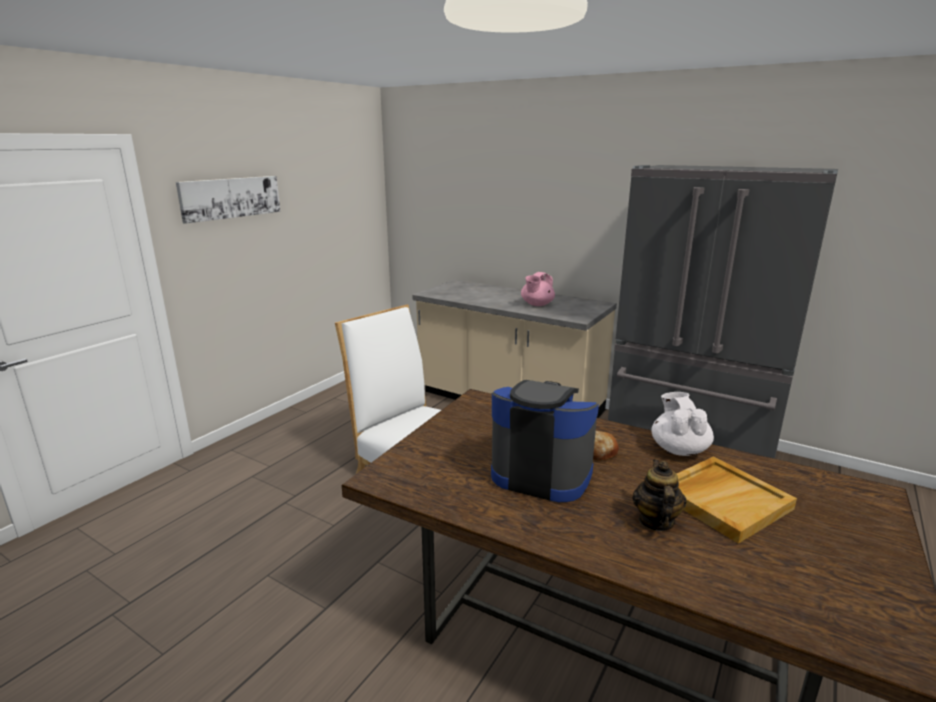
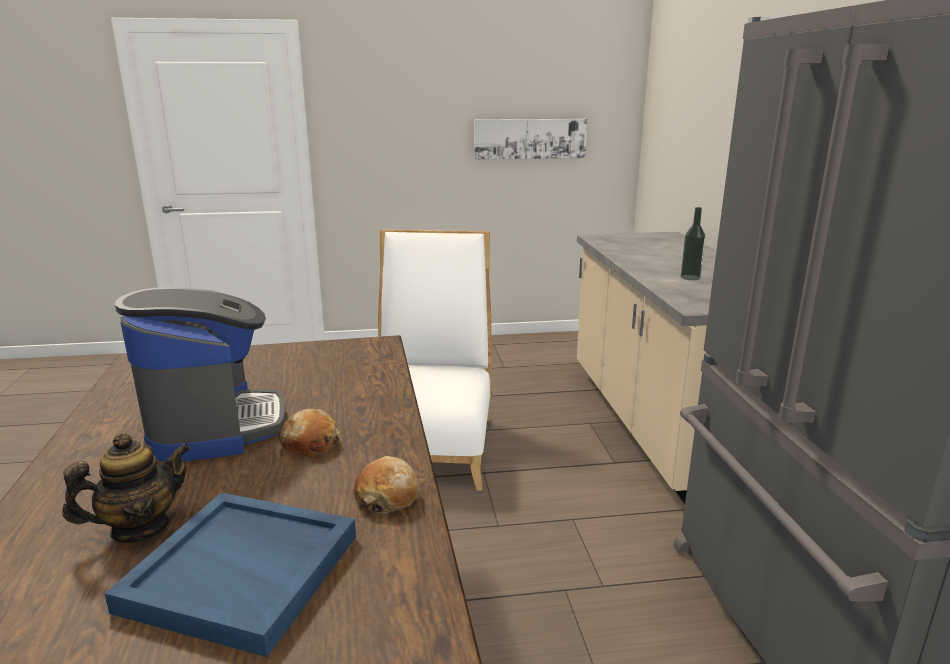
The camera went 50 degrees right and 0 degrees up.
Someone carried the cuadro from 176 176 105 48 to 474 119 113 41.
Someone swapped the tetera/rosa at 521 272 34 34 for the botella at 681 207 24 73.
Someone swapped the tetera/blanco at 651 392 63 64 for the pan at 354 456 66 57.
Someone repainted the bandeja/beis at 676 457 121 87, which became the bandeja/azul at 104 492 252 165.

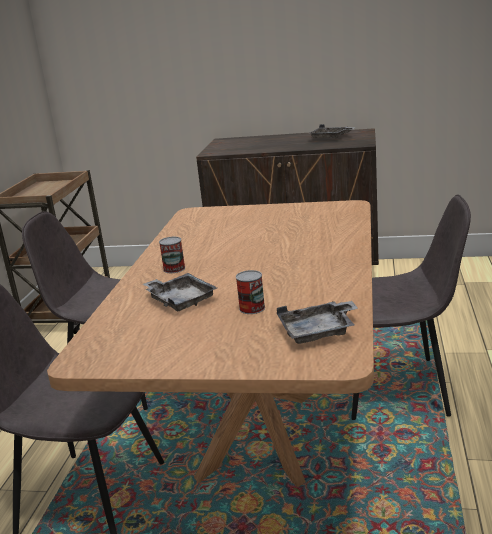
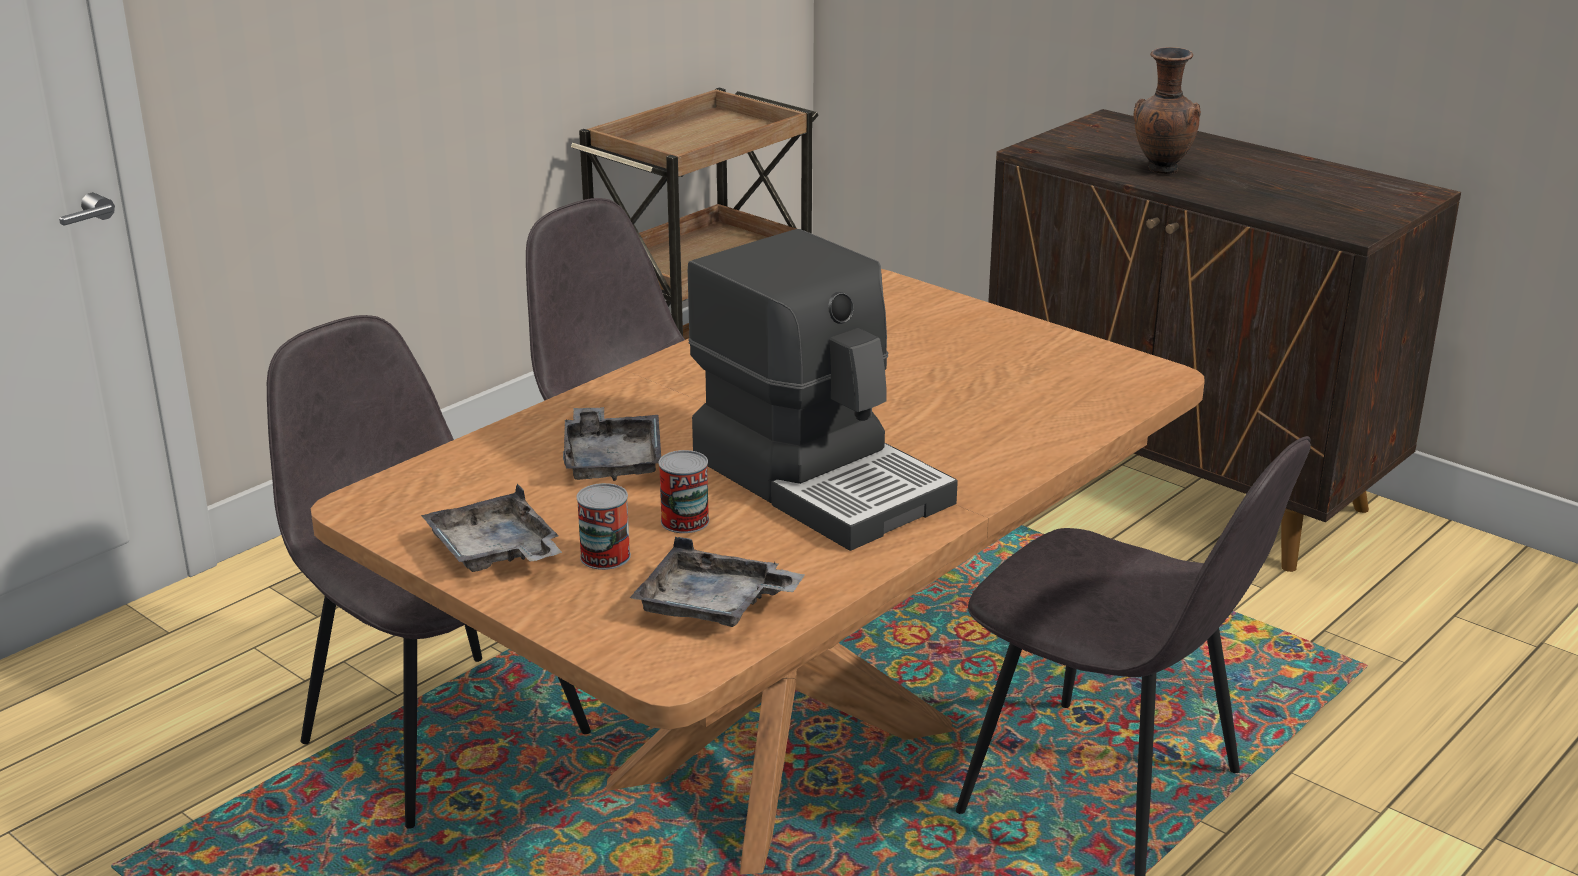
The camera went 30 degrees right and 5 degrees up.
Someone carried the bandeja/gris from 310 124 46 14 to 421 484 141 88.
Someone carried the lata from 159 237 26 36 to 577 483 54 87.
Someone put down the florero/marrón at 1133 47 68 127.
Someone put down the cafetera at 688 229 270 322.

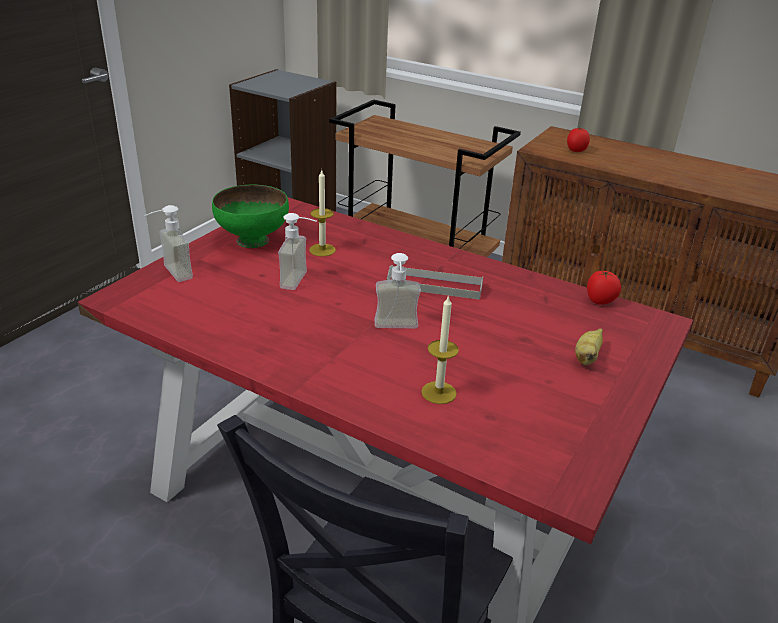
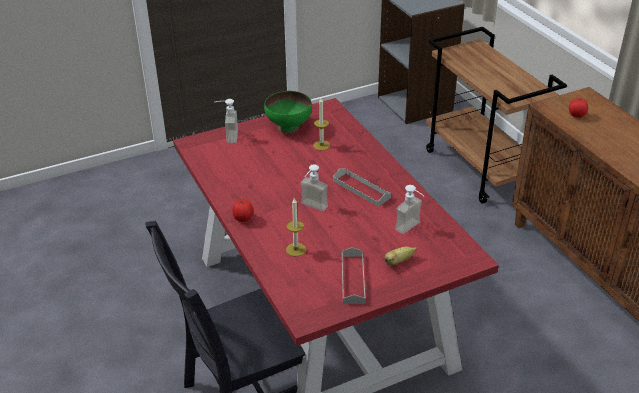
The camera went 35 degrees right and 5 degrees up.
Someone carried the dispensador de jabón from 278 213 39 77 to 395 185 29 49.
Someone carried the tomate from 587 271 34 34 to 232 199 21 23.
Someone put down the bandeja/gris at 342 247 24 57.

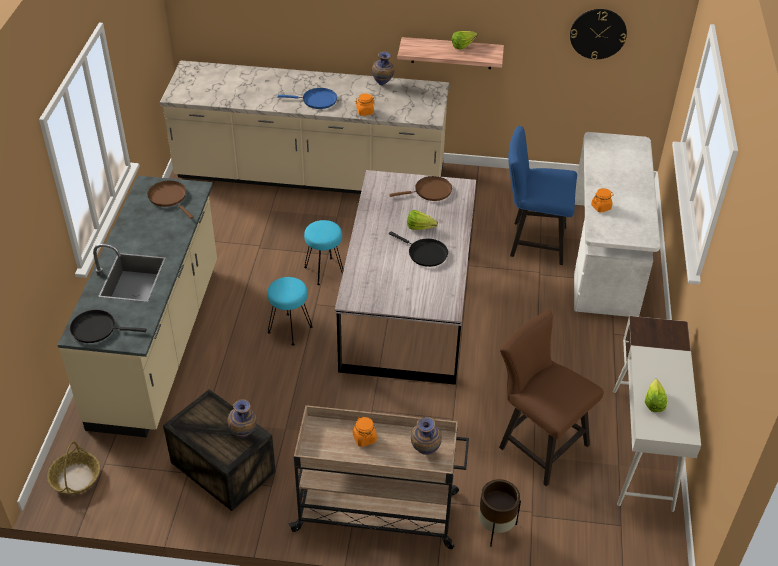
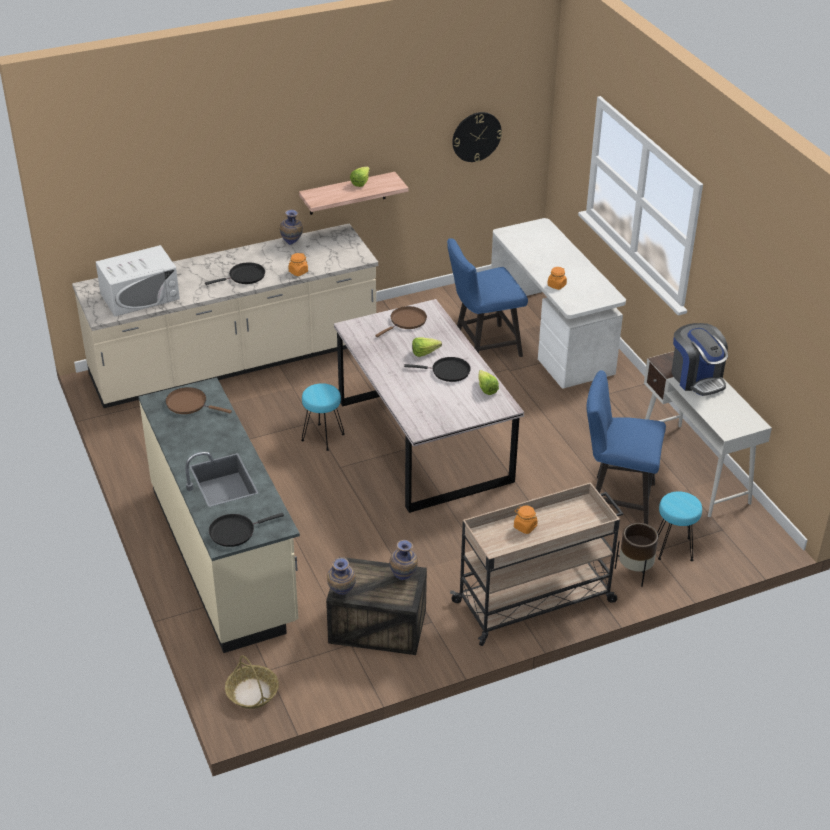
The camera went 30 degrees left and 5 degrees down.
Someone repainted the sartén/azul at 278 88 59 21, which became the sartén/negro at 205 262 60 23.
Someone carried the taburete/turquesa from 267 277 46 69 to 657 491 45 70.
Someone repainted the silla/marrón at 499 310 105 177, which became the silla/azul at 586 370 80 154.
Someone carried the lechuga from 645 379 22 33 to 479 370 20 25.
Someone carried the florero from 411 417 31 38 to 327 557 29 38.
Someone put down the microondas/blanco at 96 245 84 72.
Someone put down the cafetera at 672 323 56 73.

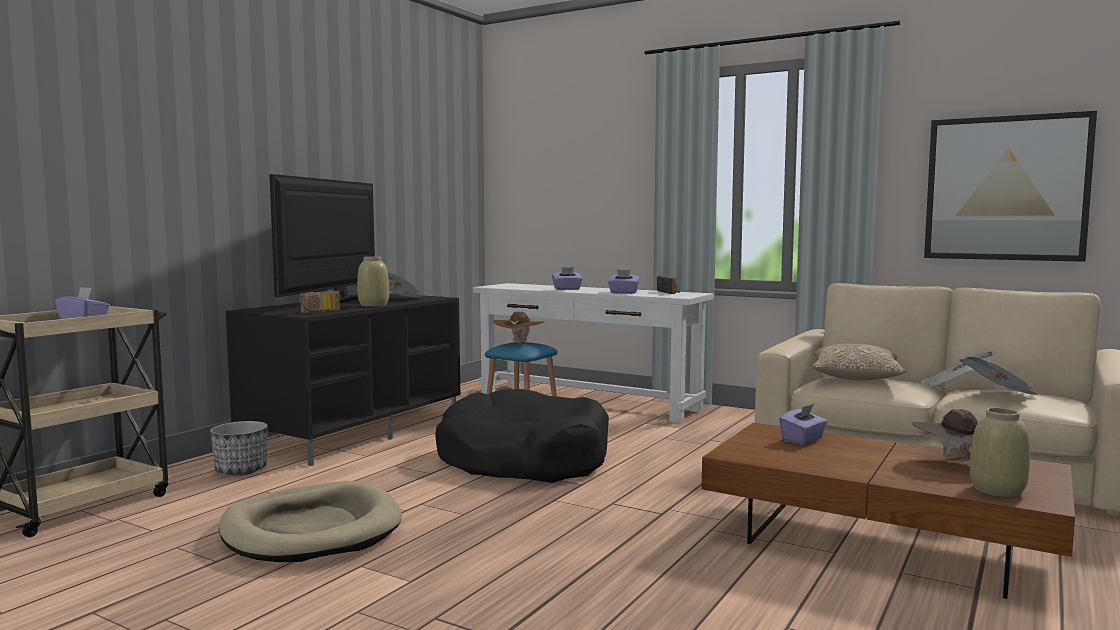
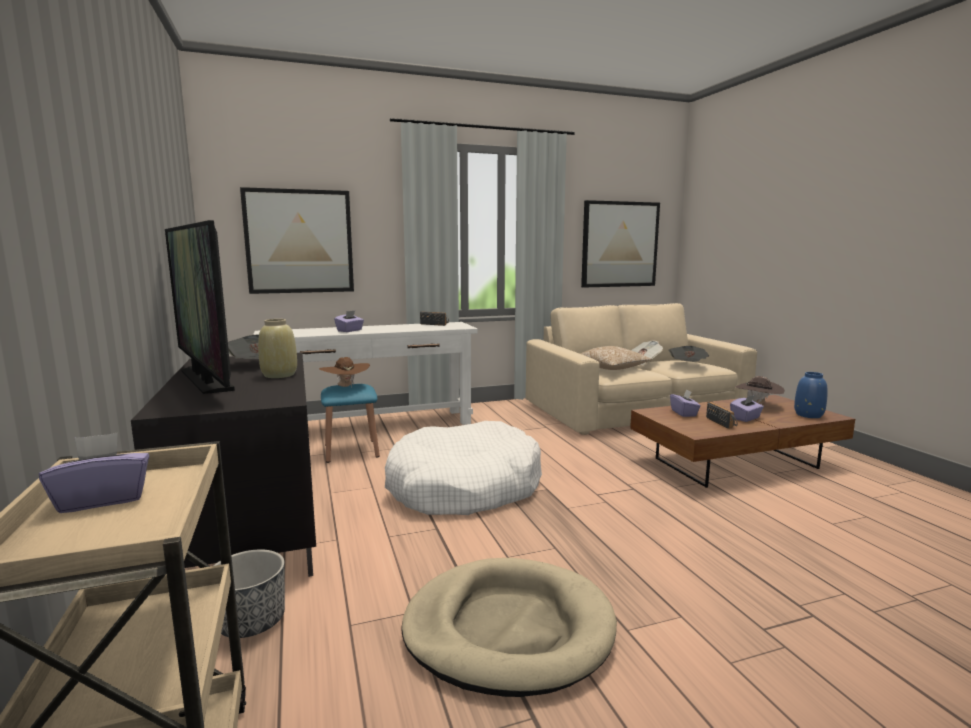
The camera went 50 degrees left and 5 degrees up.
Someone carried the caja de pañuelos/morado from 608 270 32 24 to 730 395 34 27.
Someone carried the radio from 299 291 41 22 to 706 402 32 26.
Someone repainted the cama para perro/negro at 435 389 174 94, which became the cama para perro/blanco at 385 421 157 94.
Someone repainted the florero/beis at 970 408 60 89, which became the florero/azul at 794 372 34 46.
Someone put up the cuadro at 240 187 114 107.

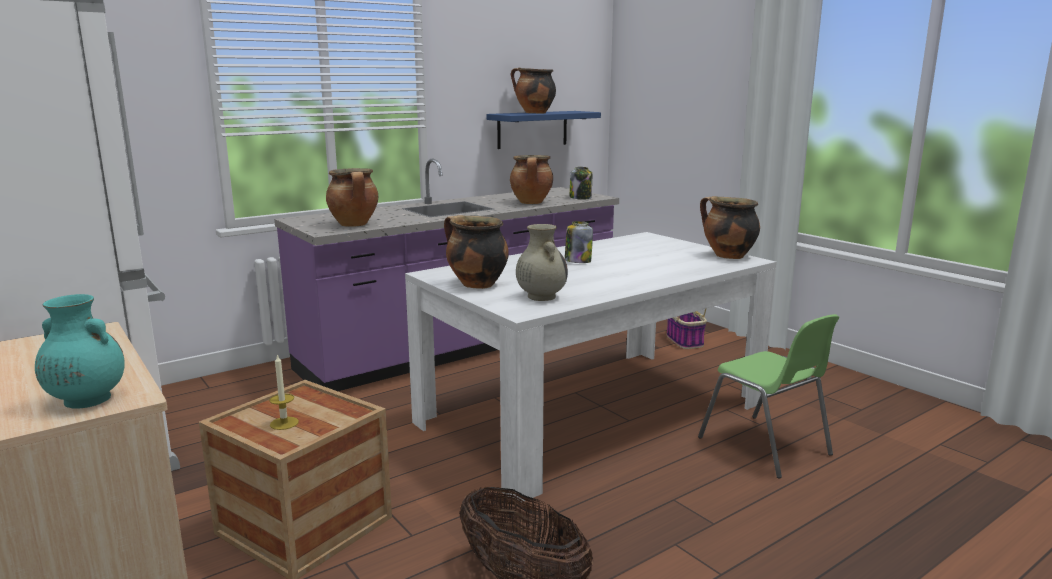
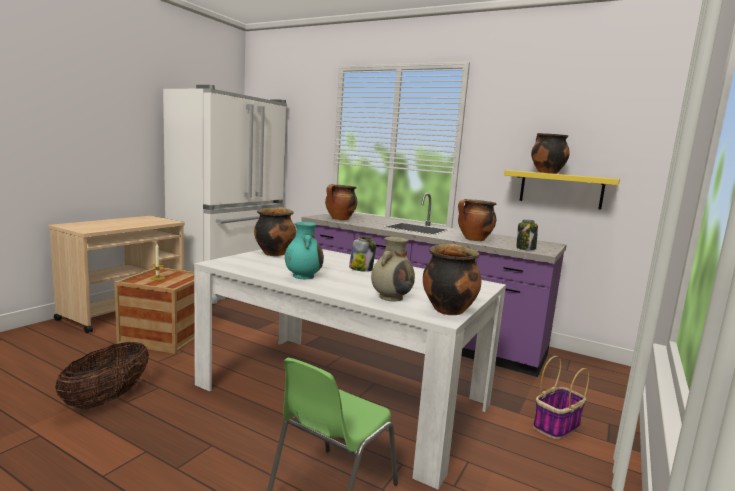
The camera went 65 degrees right and 5 degrees down.
Someone repainted the estante/azul at 486 111 115 38, which became the estante/amarillo at 504 170 116 39.
Someone carried the florero/beis from 516 224 52 77 to 371 237 44 64.
Someone carried the florero/turquesa from 35 294 90 115 to 285 222 39 57.

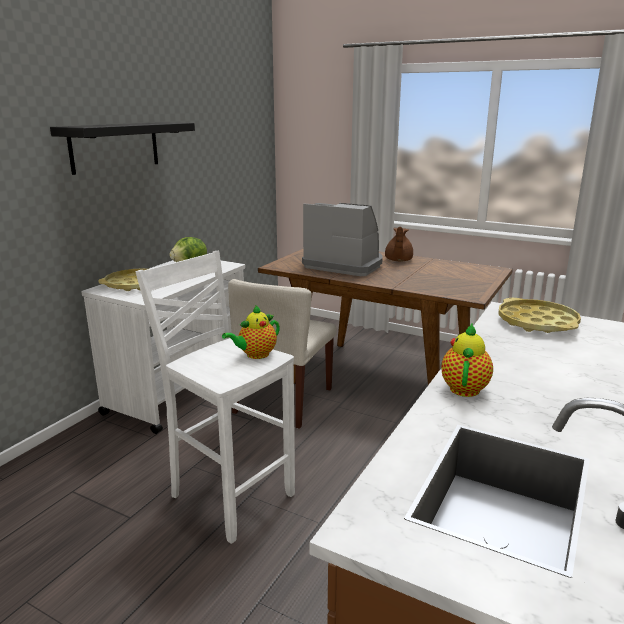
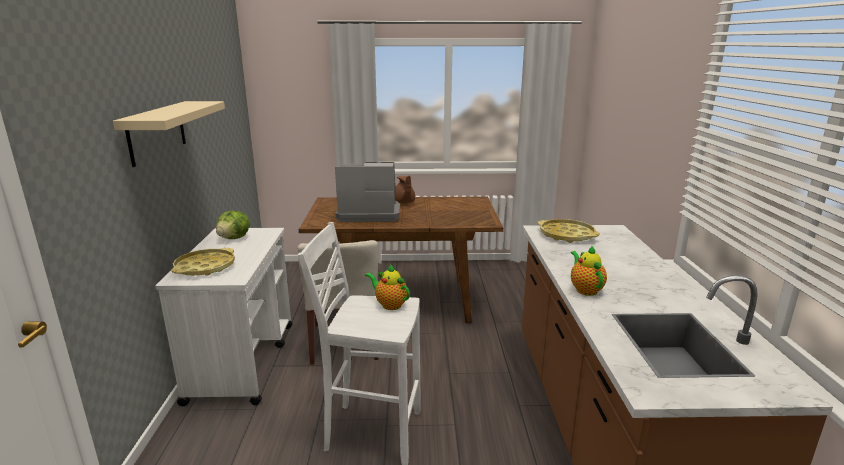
The camera went 30 degrees left and 0 degrees up.
Someone repainted the estante/negro at 50 122 145 53, which became the estante/beis at 113 101 112 66.
Someone rotated the tetera at 222 305 58 54 by 105 degrees clockwise.

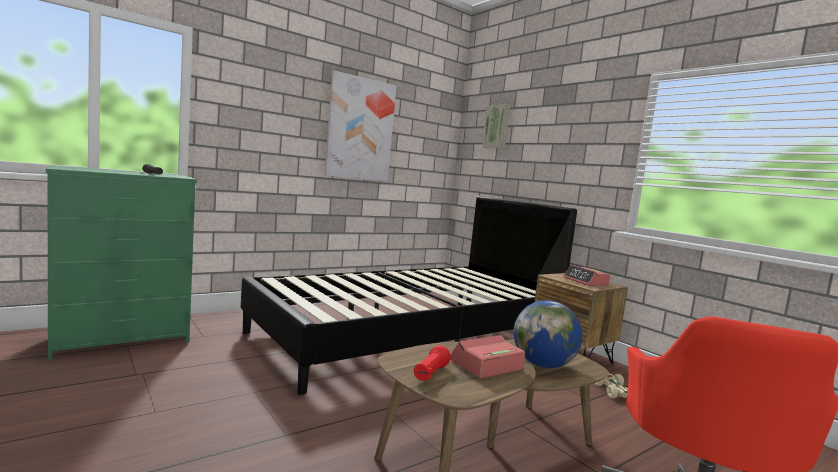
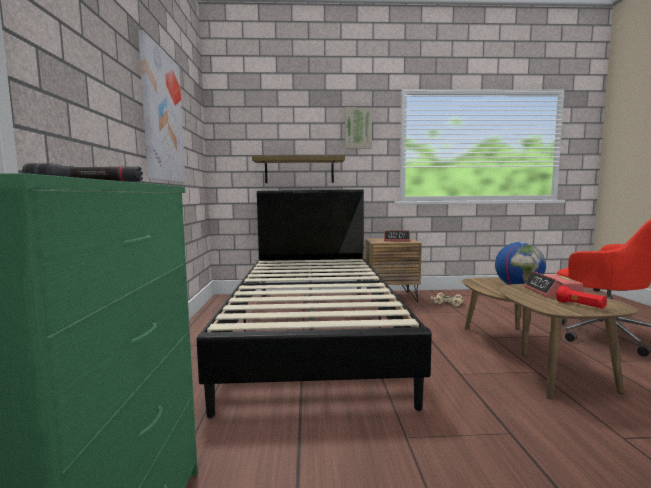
The camera went 55 degrees left and 0 degrees up.
Someone carried the cuadro from 482 104 28 45 to 345 108 27 41.
Someone put up the estante at 252 156 93 27.

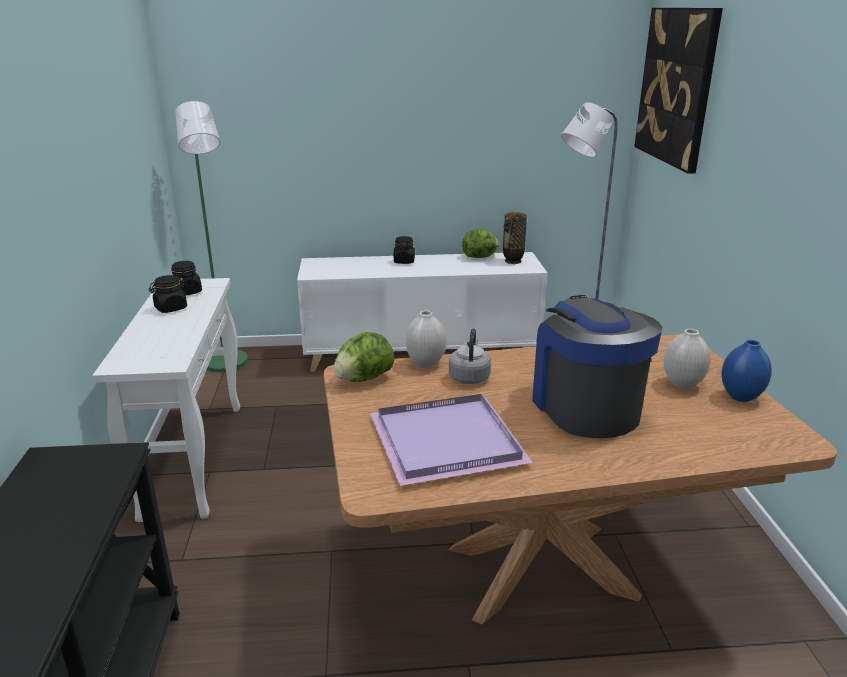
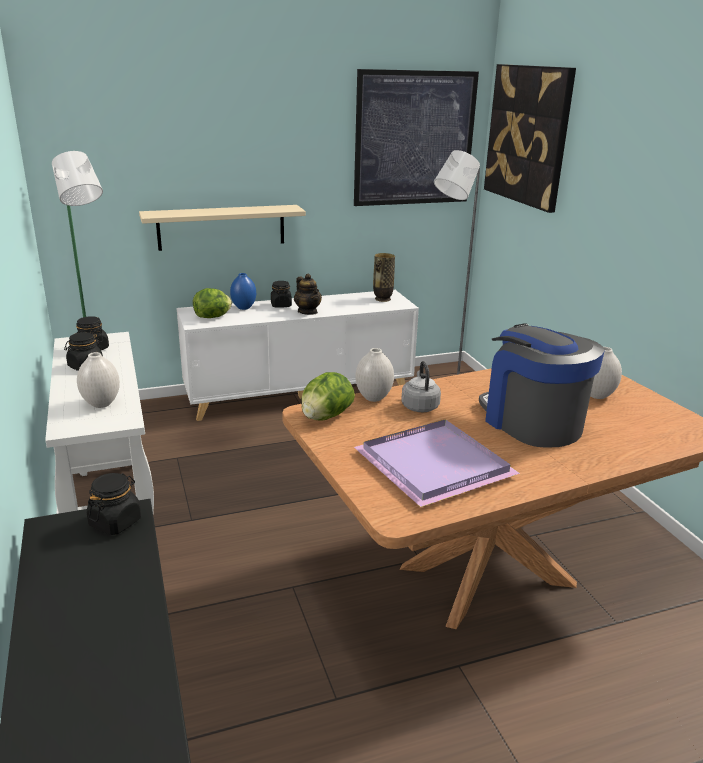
The camera went 15 degrees left and 0 degrees up.
Someone carried the lechuga from 462 229 37 29 to 193 288 39 30.
Someone carried the florero/azul from 722 340 50 62 to 230 273 26 37.
Someone put up the cuadro at 354 69 125 137.
Someone put up the estante/beis at 139 205 167 46.
Someone put down the tetera at 294 274 28 41.
Someone put down the florero/blanco at 77 352 43 56.
Someone put down the tarro/negro at 87 473 54 62.

